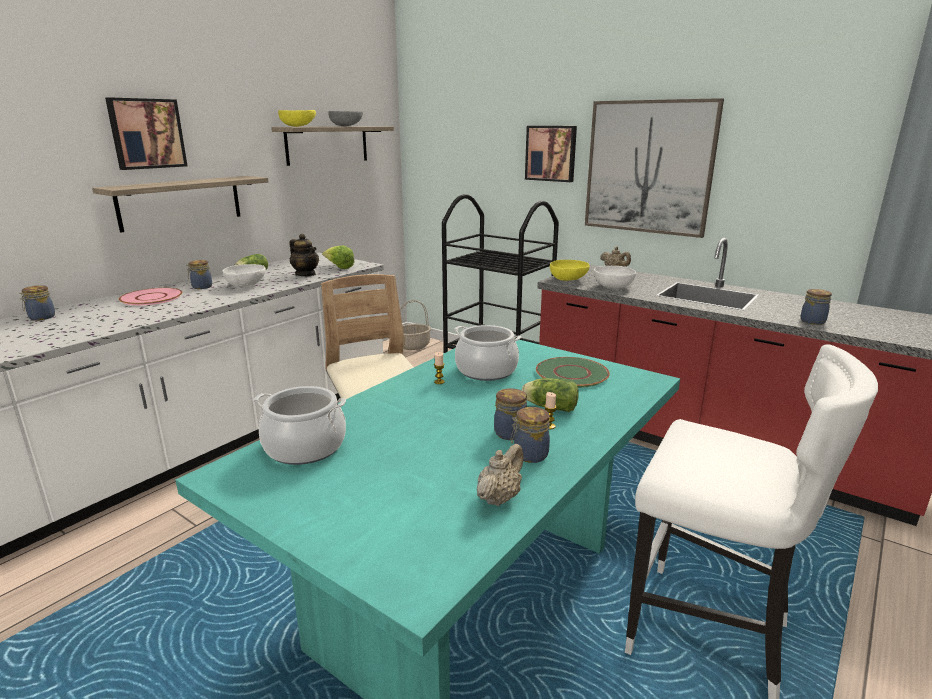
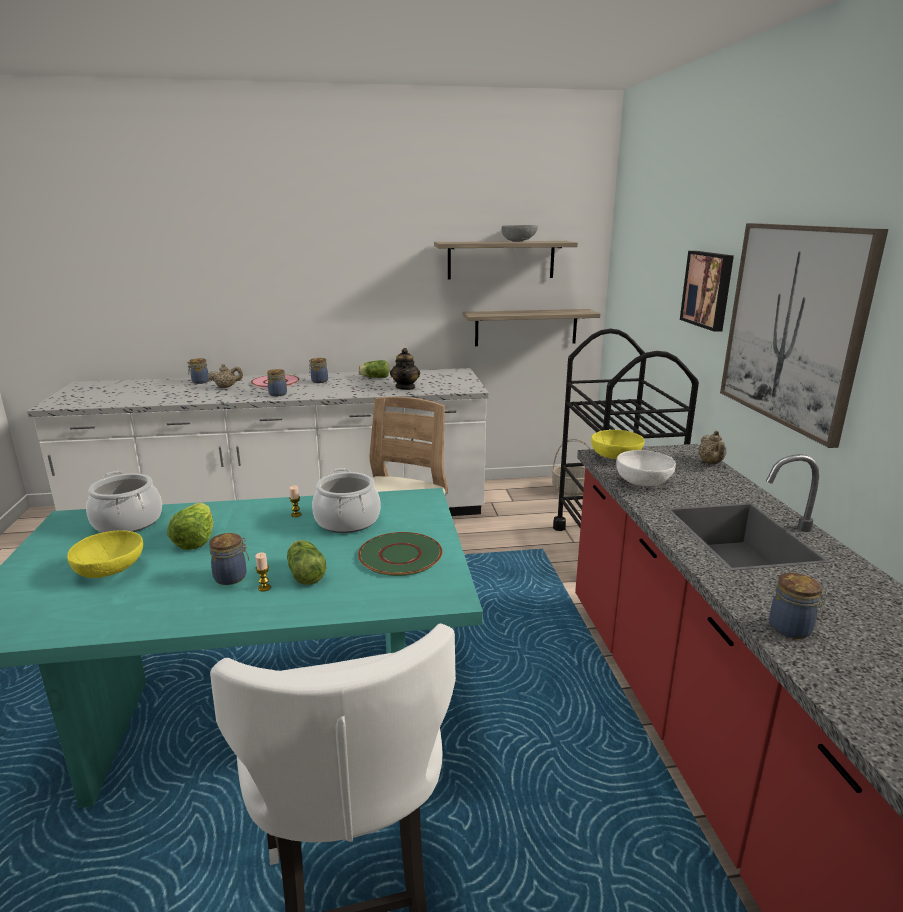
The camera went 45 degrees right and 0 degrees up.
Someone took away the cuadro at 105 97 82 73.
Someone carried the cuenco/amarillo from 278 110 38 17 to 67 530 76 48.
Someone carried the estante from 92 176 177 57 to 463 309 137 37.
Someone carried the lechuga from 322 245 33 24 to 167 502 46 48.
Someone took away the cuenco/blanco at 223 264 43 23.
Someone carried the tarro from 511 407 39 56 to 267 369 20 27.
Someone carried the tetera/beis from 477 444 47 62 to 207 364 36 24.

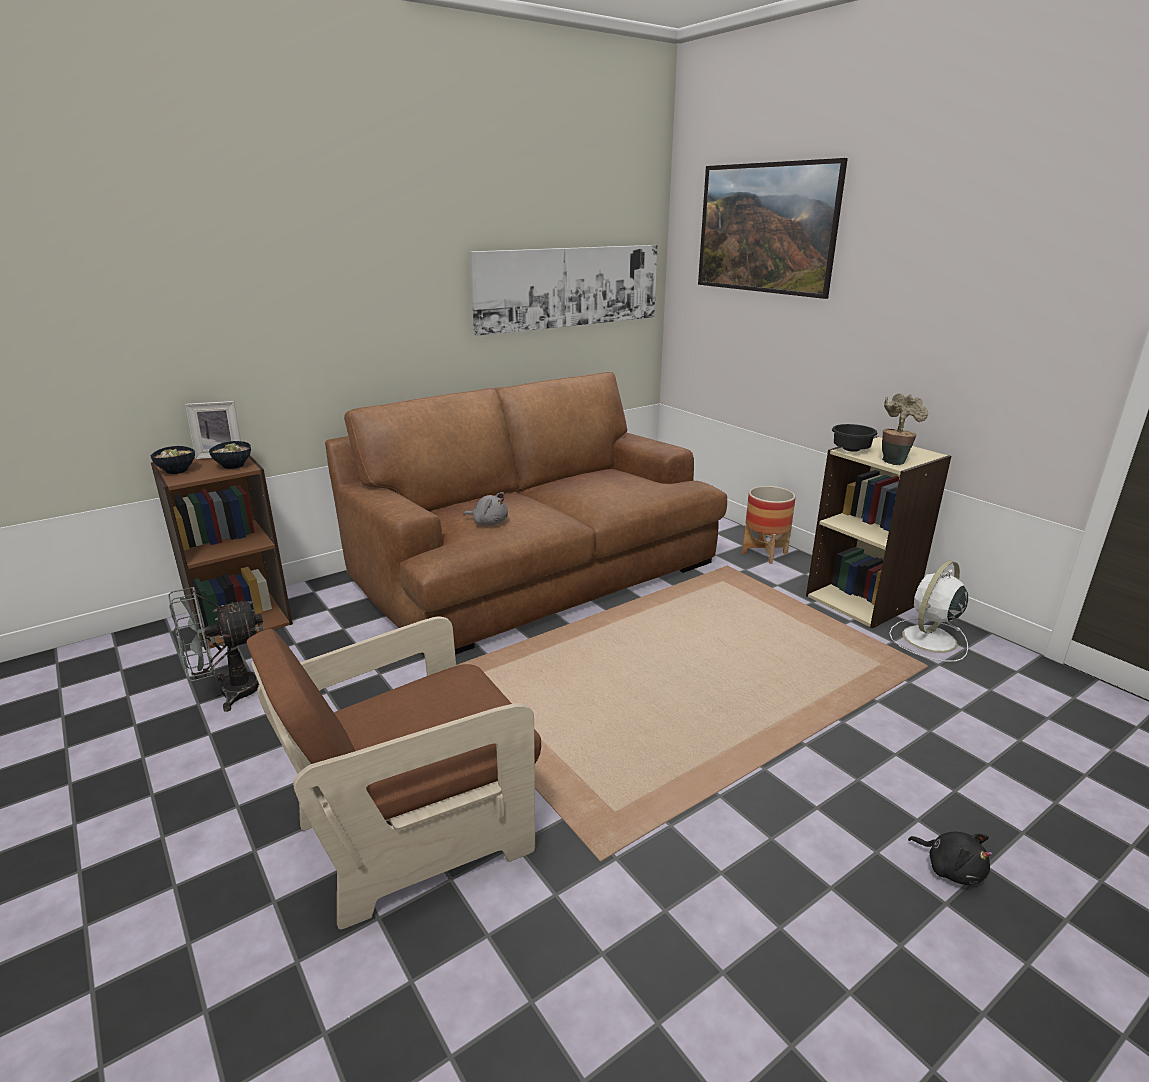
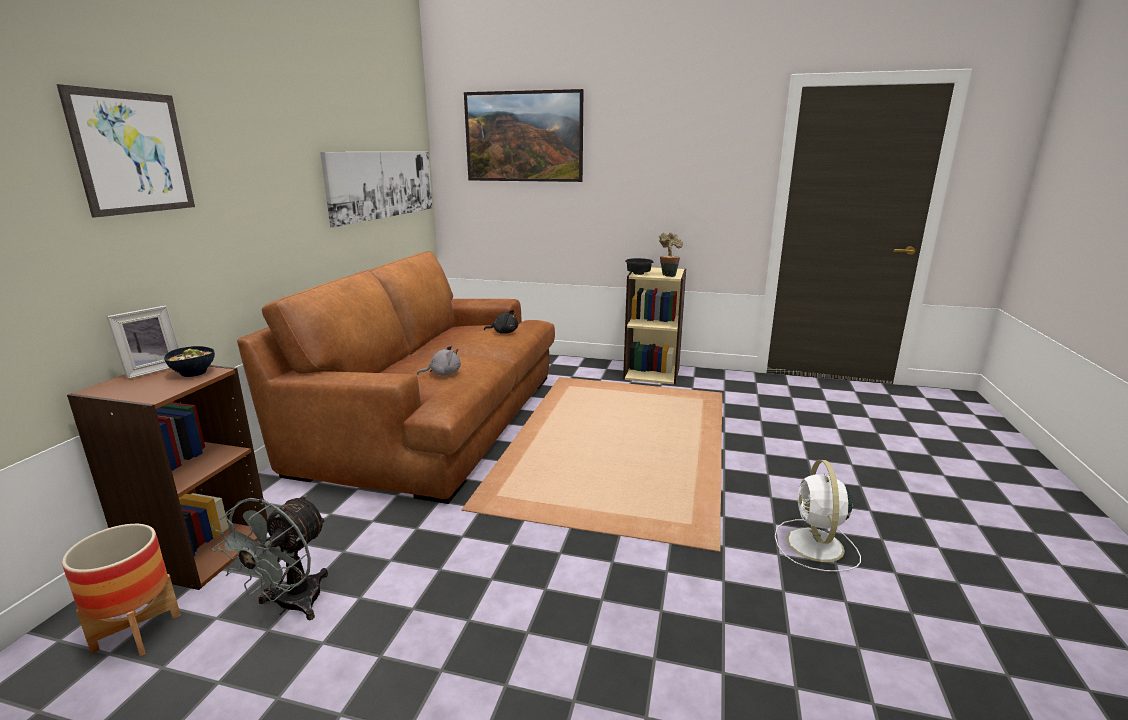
The camera went 40 degrees left and 5 degrees down.
Someone took away the cuenco at 151 446 44 28.
Someone carried the maceta from 742 486 54 78 to 62 524 119 132.
Someone carried the ventilador/blanco from 889 560 79 102 to 775 460 86 112.
Someone took away the sillón/marrón at 247 617 294 313.
Someone carried the peluche/negro from 908 831 84 54 to 484 310 34 24.
Someone put up the cuadro at 57 84 138 134.

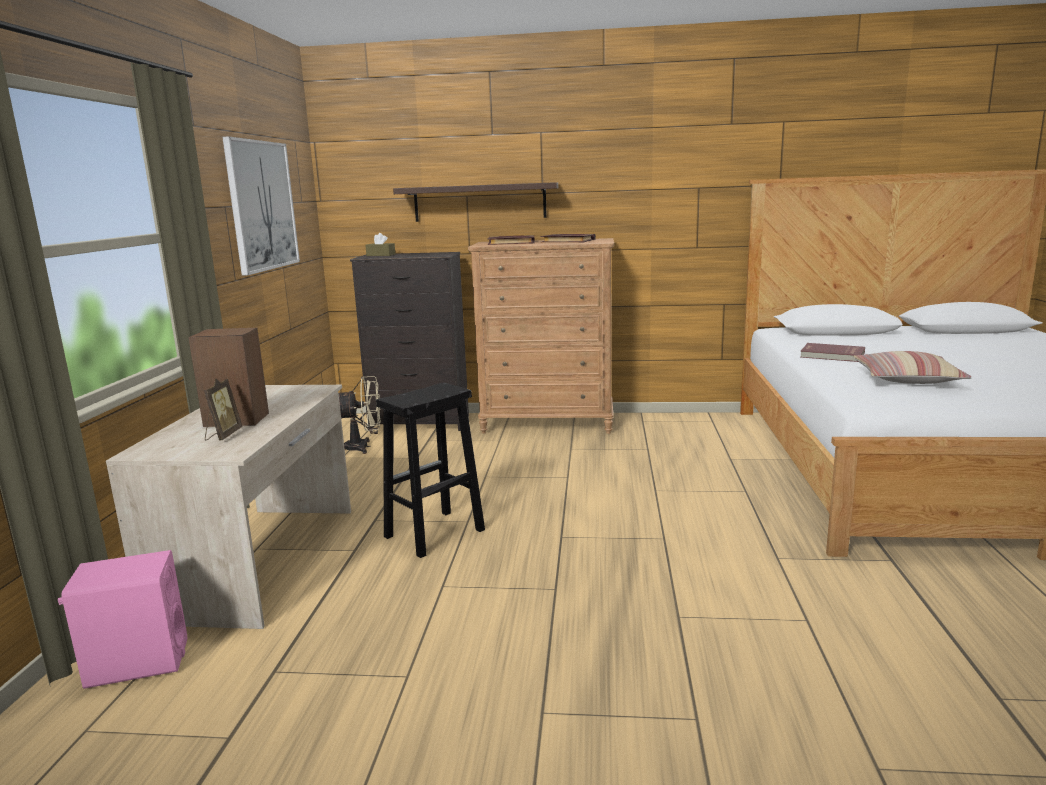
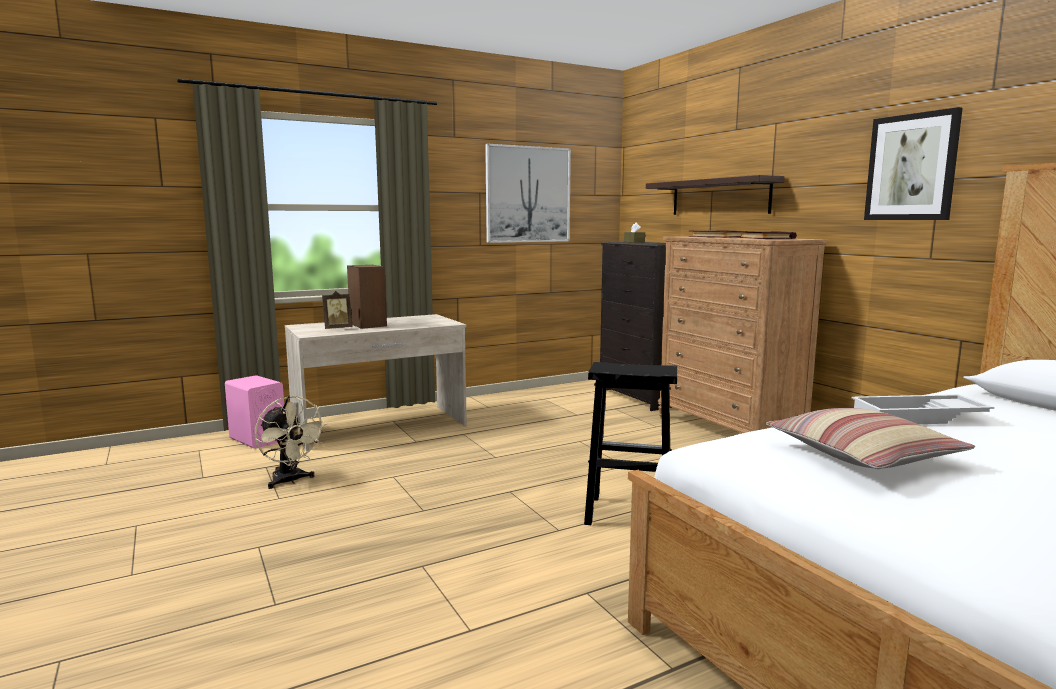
The camera went 55 degrees right and 5 degrees down.
Someone swapped the libro/rojo at 800 343 65 19 for the bandeja/blanco at 851 394 143 30.
Someone carried the ventilador/beis from 339 376 42 78 to 255 396 72 93.
Someone carried the taburete/negro from 376 383 109 175 to 584 362 93 163.
Someone put up the cuadro at 864 107 99 113.

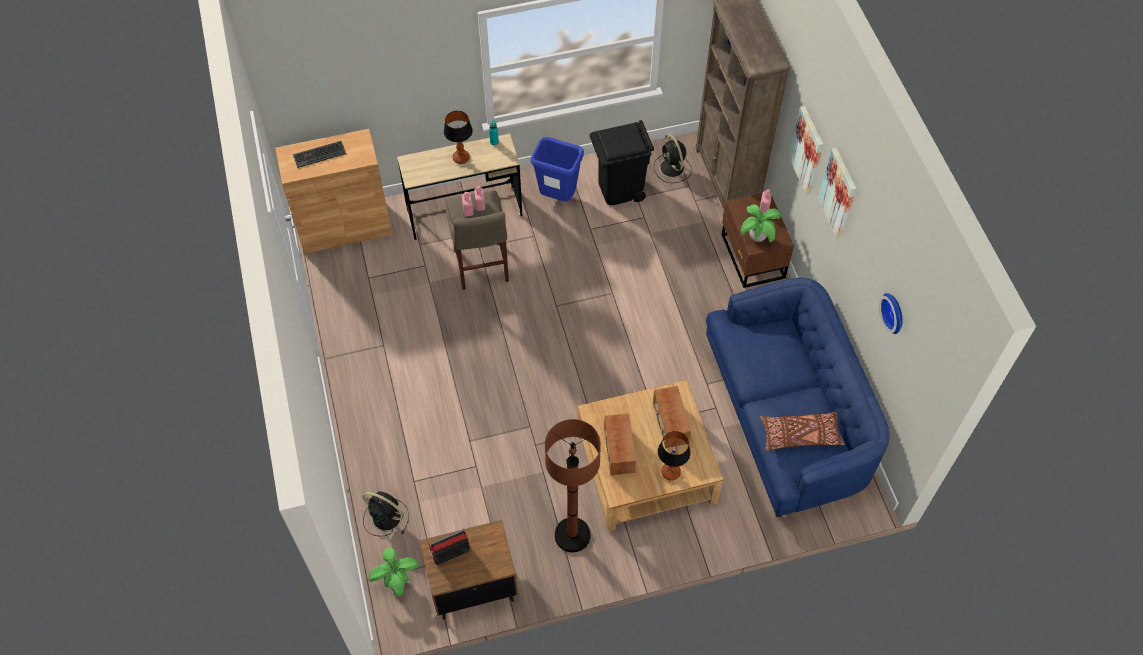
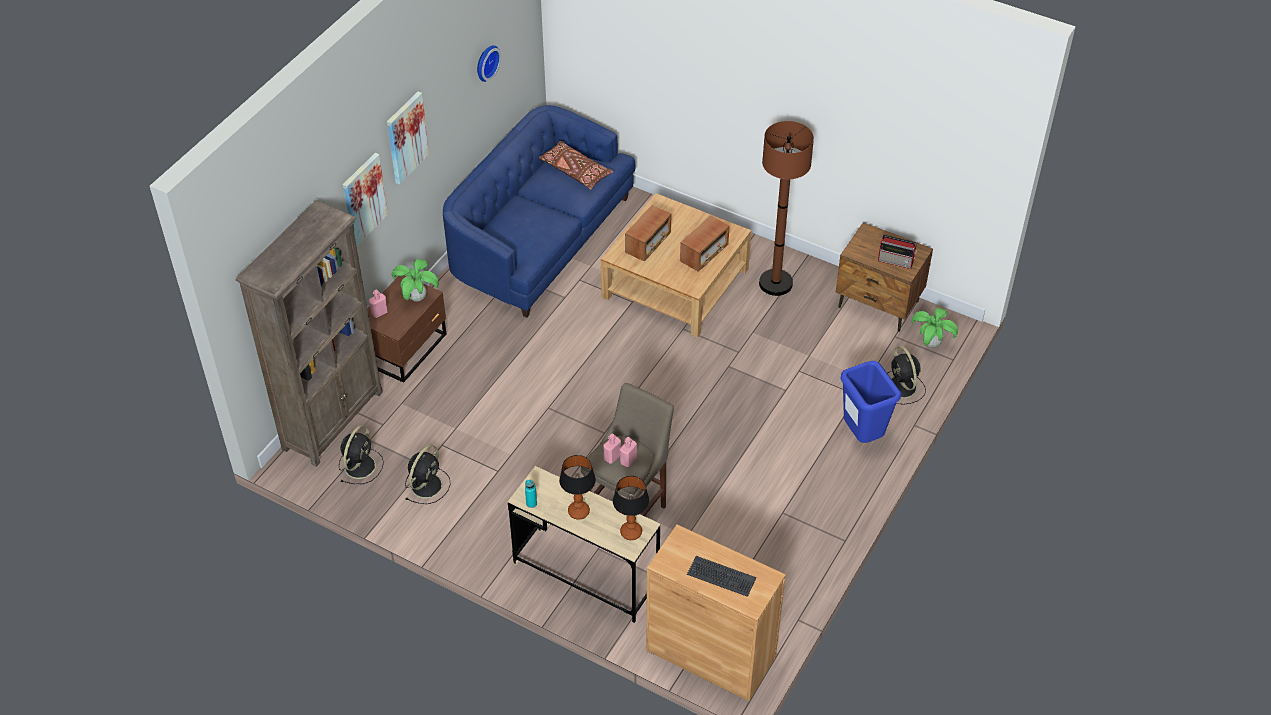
The camera went 135 degrees left and 10 degrees down.
Someone swapped the papelera/negro at 590 120 64 85 for the ventilador/negro at 405 445 46 59.
Someone carried the papelera/azul from 531 137 53 65 to 840 361 61 82.
Someone carried the lámpara de mesa from 658 431 33 50 to 613 476 37 64.

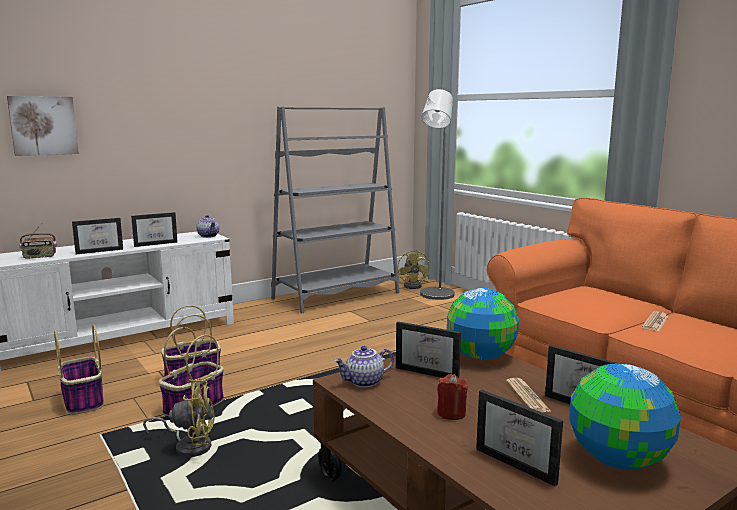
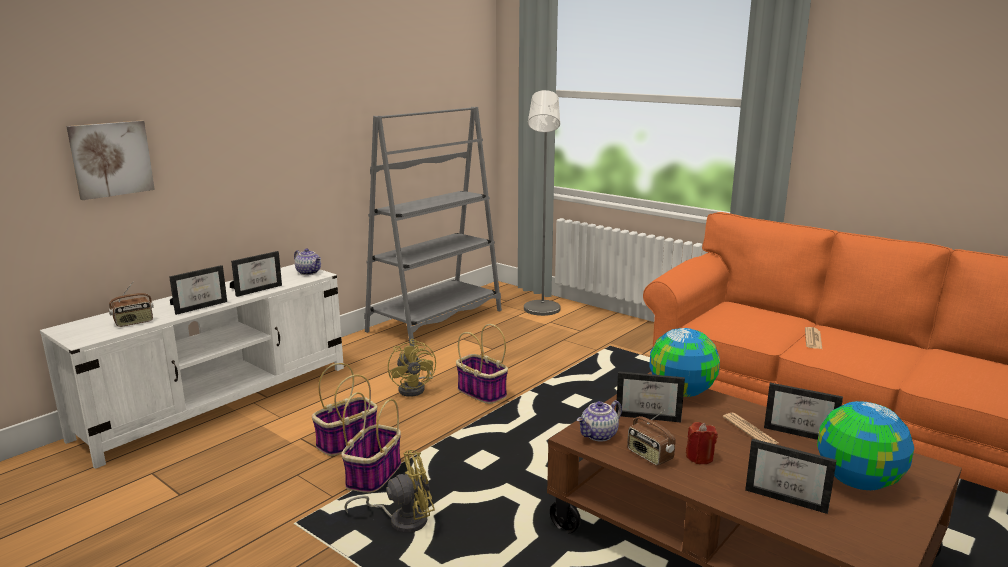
The camera went 15 degrees left and 5 degrees up.
Someone carried the ventilador/amarillo from 398 250 32 39 to 388 339 48 58.
Someone carried the cesta from 54 324 50 91 to 456 324 52 80.
Someone put down the radio at 627 410 48 56.

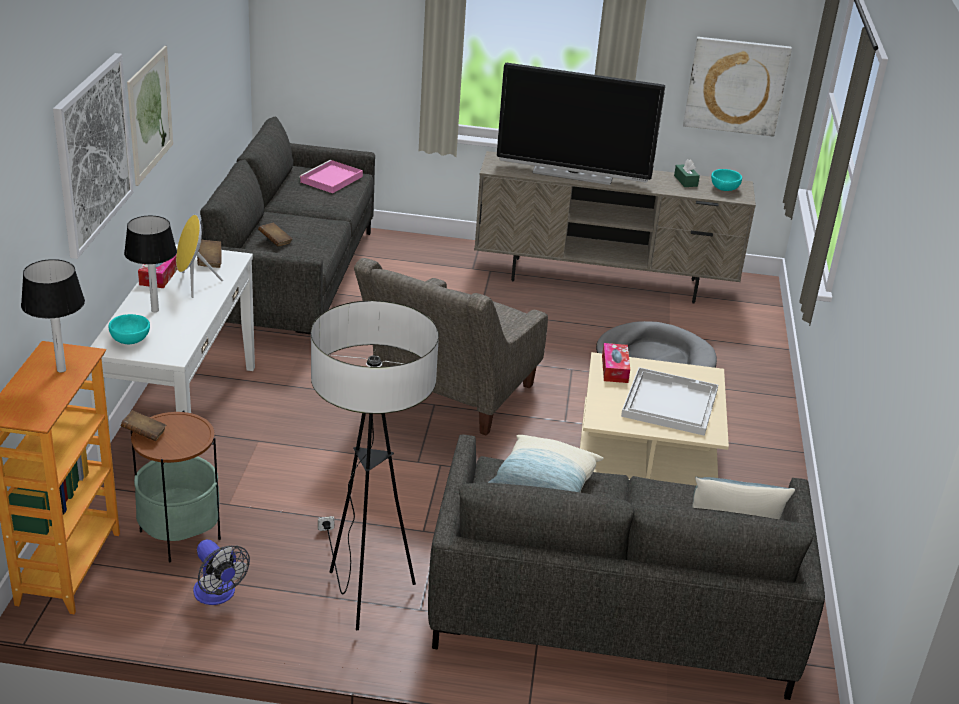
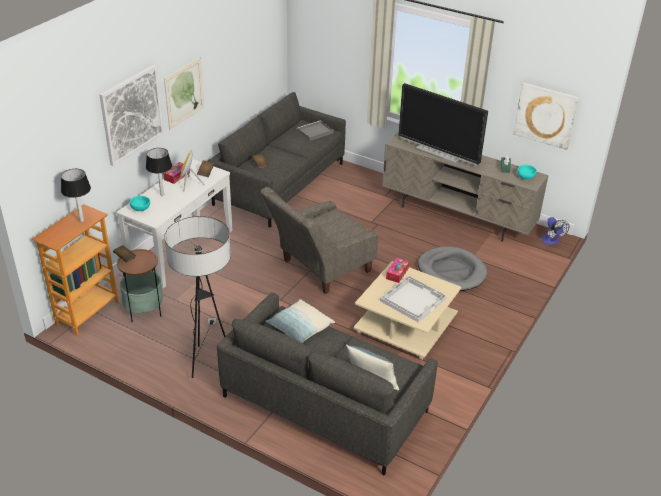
The camera went 25 degrees right and 5 degrees up.
Someone repainted the bandeja/rosa at 299 160 64 33, which became the bandeja/gris at 297 120 36 21.
Someone carried the ventilador from 193 539 57 66 to 541 217 28 28.

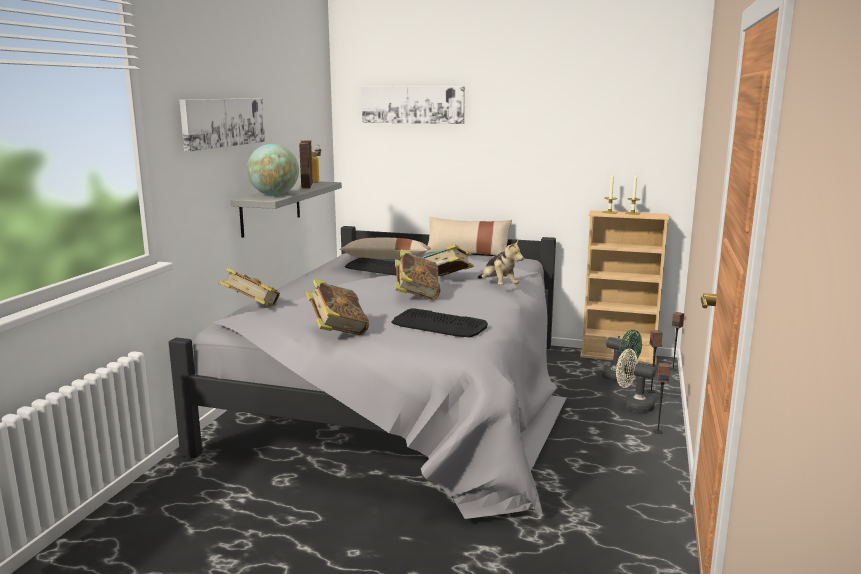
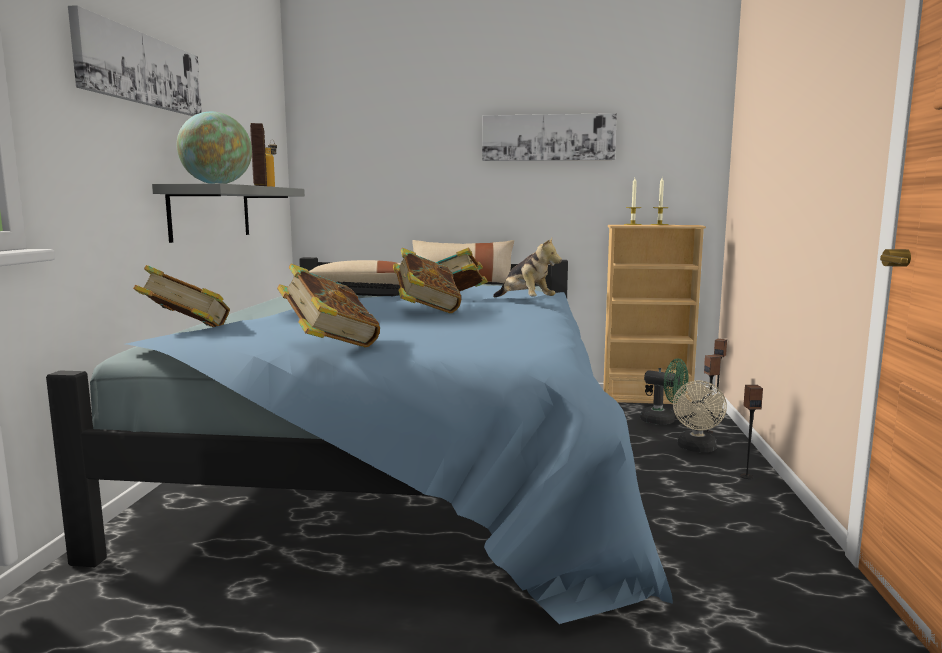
The camera went 10 degrees left and 5 degrees down.
Someone carried the cuadro from 362 86 103 38 to 482 113 135 48.
Someone repainted the cama/gris at 169 226 398 293, which became the cama/azul at 46 257 627 367.
Someone took away the teclado at 392 308 96 29.
Someone rotated the ventilador/beis at 616 349 40 64 by 90 degrees counterclockwise.

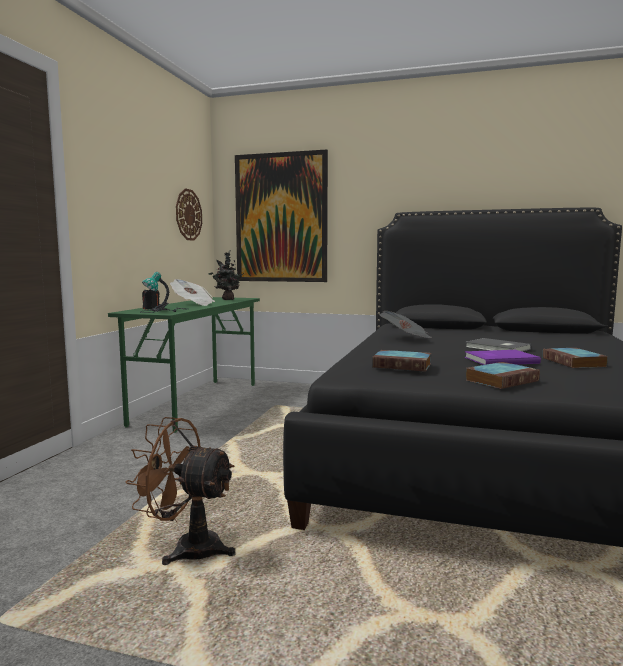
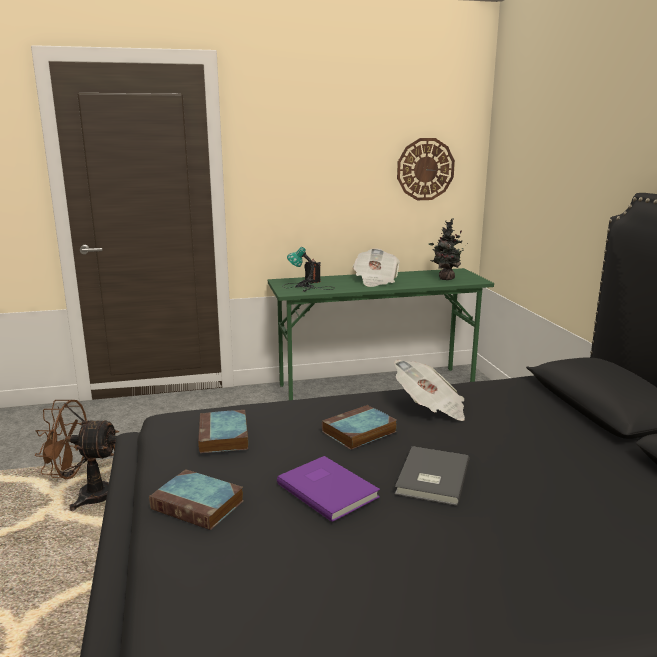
The camera went 60 degrees right and 10 degrees up.
Someone took away the cuadro at 235 149 93 133.
Someone carried the libro from 543 348 65 20 to 322 405 75 45.
Someone rotated the ventilador/marrón at 126 417 109 148 by 75 degrees counterclockwise.

